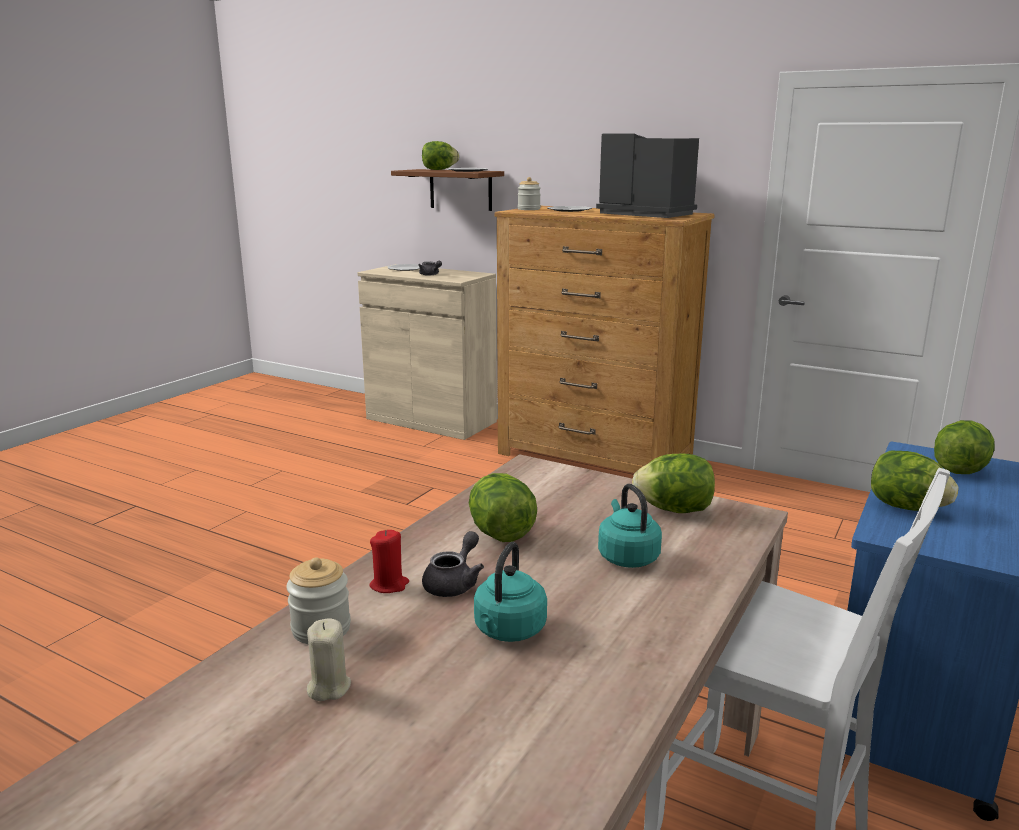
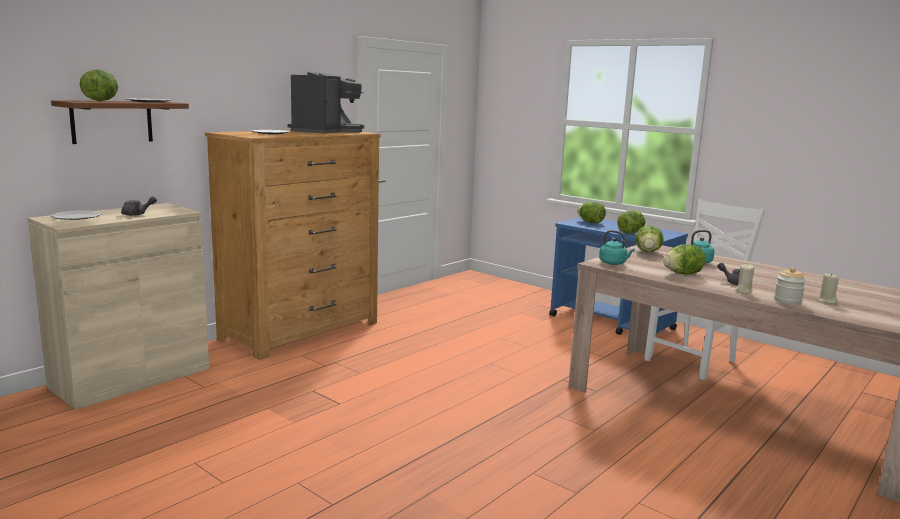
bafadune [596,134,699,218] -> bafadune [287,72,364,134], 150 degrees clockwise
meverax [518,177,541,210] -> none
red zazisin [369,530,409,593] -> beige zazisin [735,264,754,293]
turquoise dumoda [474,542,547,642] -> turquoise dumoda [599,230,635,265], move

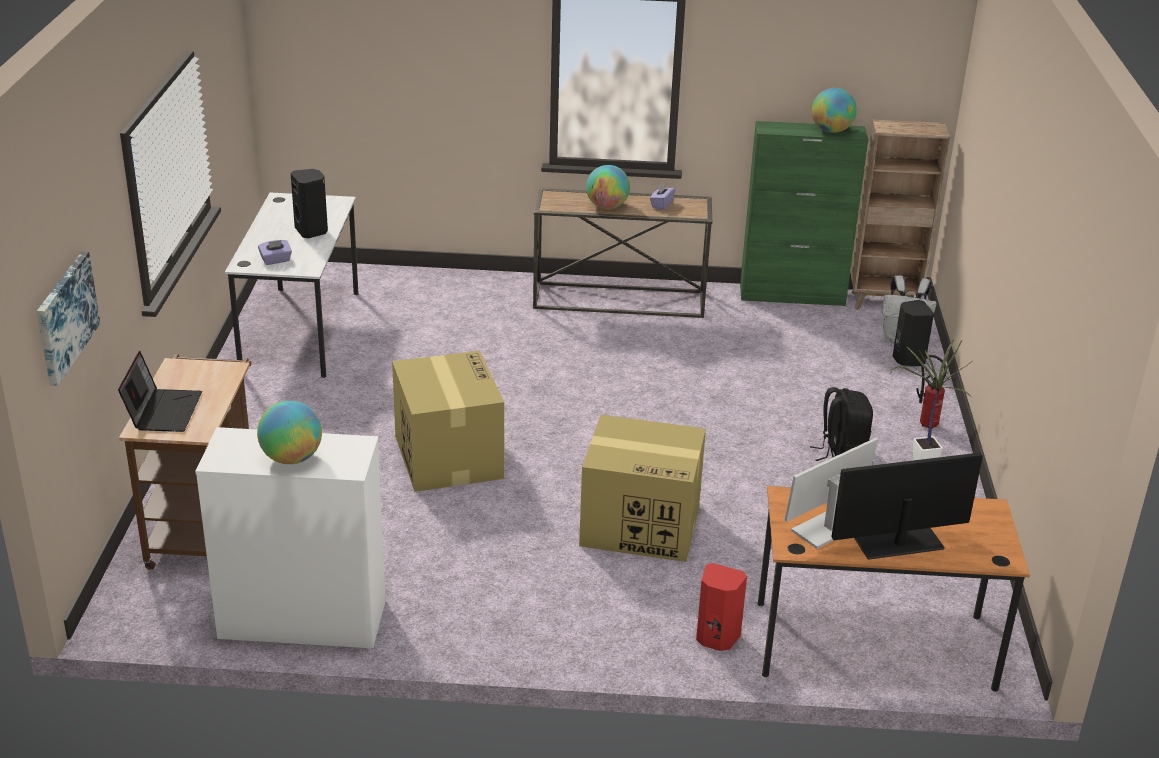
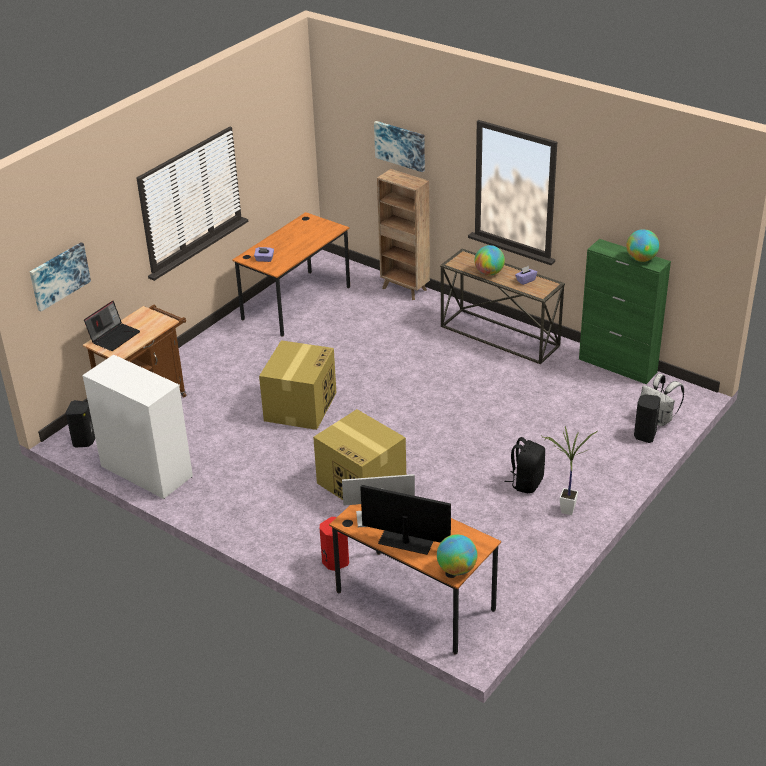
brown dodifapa [851,120,950,310] -> brown dodifapa [377,169,430,300], move
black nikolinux [291,169,328,238] -> black nikolinux [66,400,95,448], move
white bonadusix [225,193,359,378] -> orange bonadusix [232,212,350,337]
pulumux [917,355,947,428] -> none
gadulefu [257,401,322,464] -> gadulefu [437,534,477,576], move
none -> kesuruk [374,121,425,172]

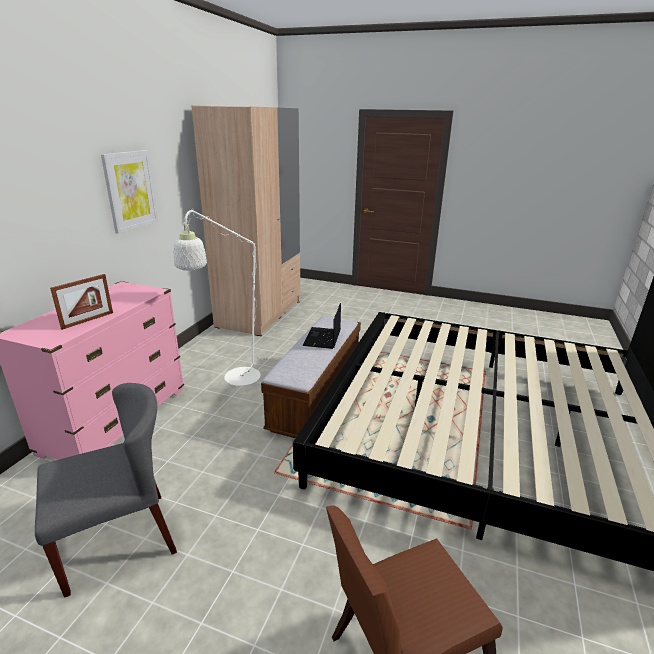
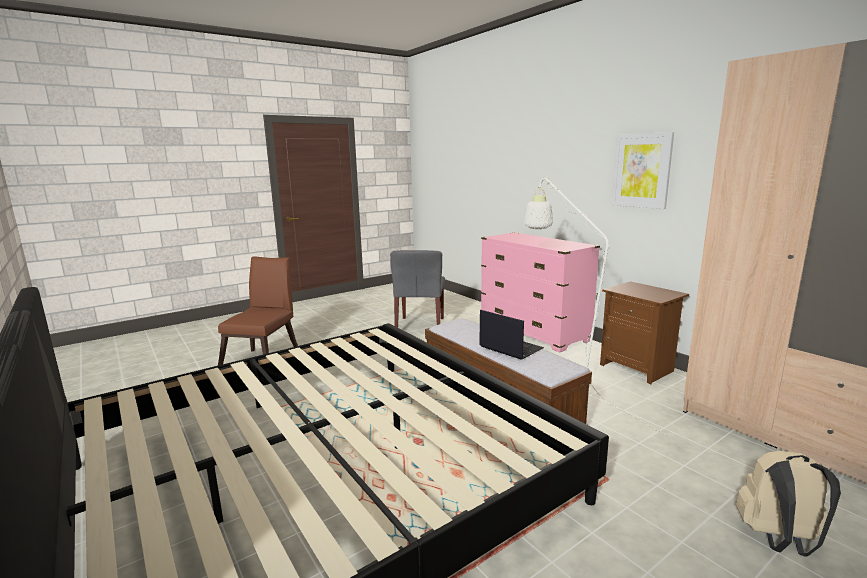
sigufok [50,274,113,330] -> none
none -> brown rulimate [600,282,689,384]
none -> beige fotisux [736,451,841,556]

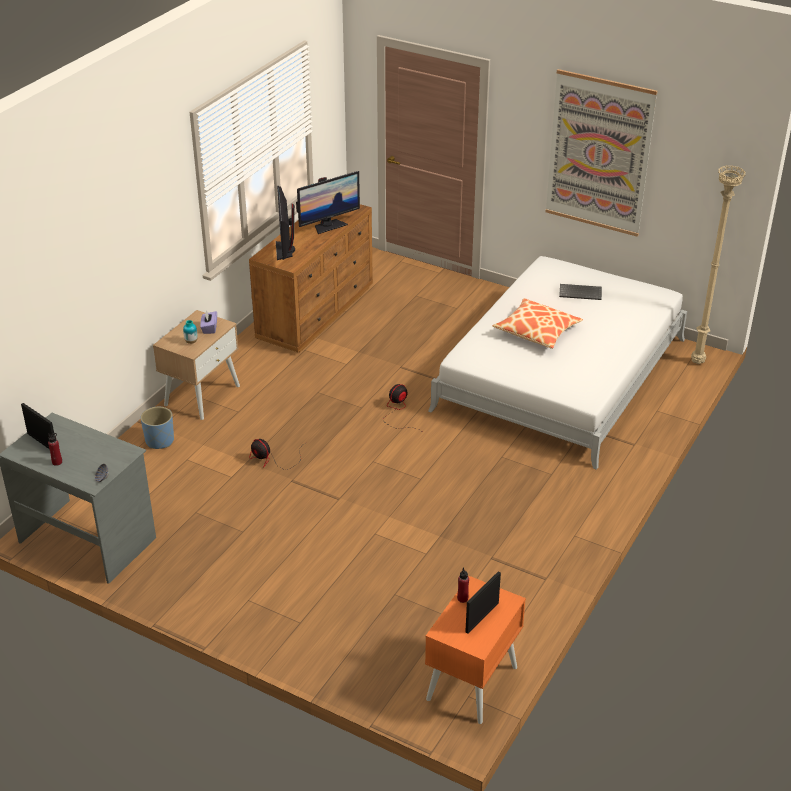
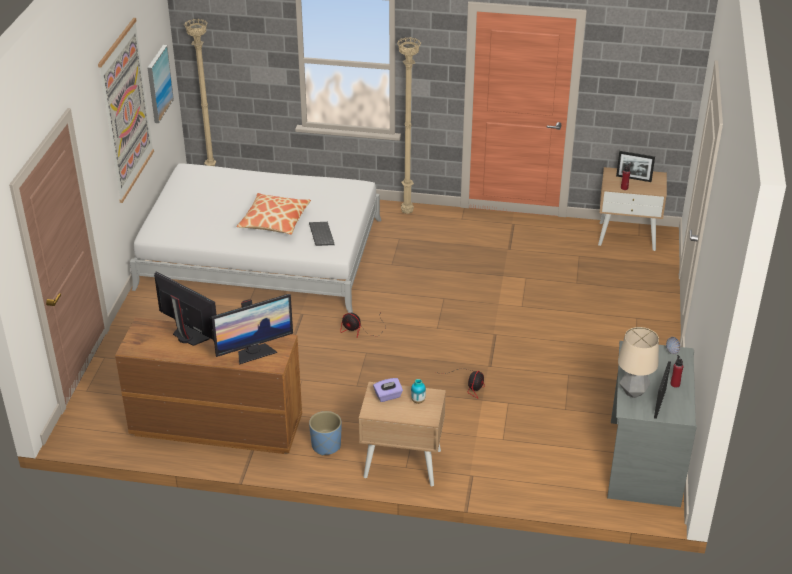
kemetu [559,284,602,300] -> kemetu [309,222,335,246], move
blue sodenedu [141,407,174,449] -> blue sodenedu [309,411,341,456], move
orange rulimate [425,576,526,724] -> beige rulimate [598,167,667,251]
none -> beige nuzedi [397,37,421,214]
none -> kesuruk [147,45,174,123]
none -> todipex [618,327,659,398]

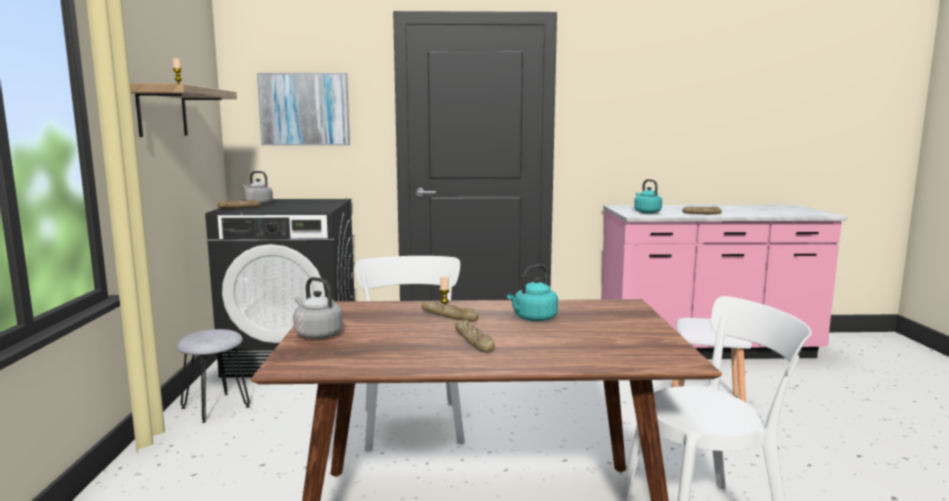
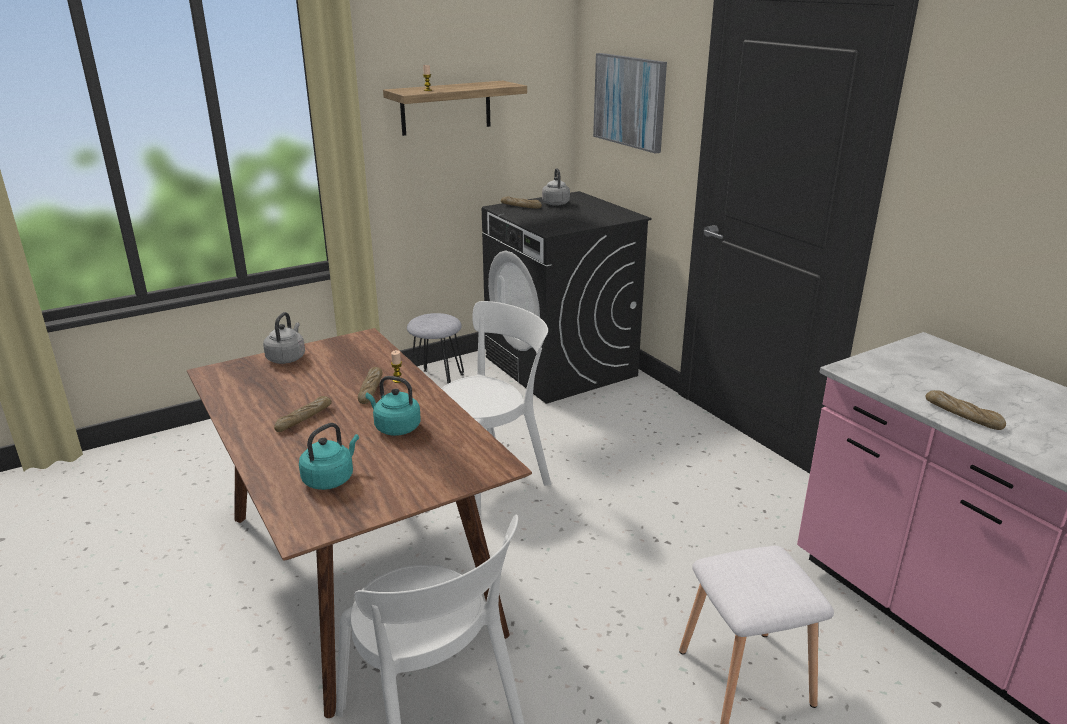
turquoise dumoda [634,179,662,214] -> turquoise dumoda [299,423,359,490], move

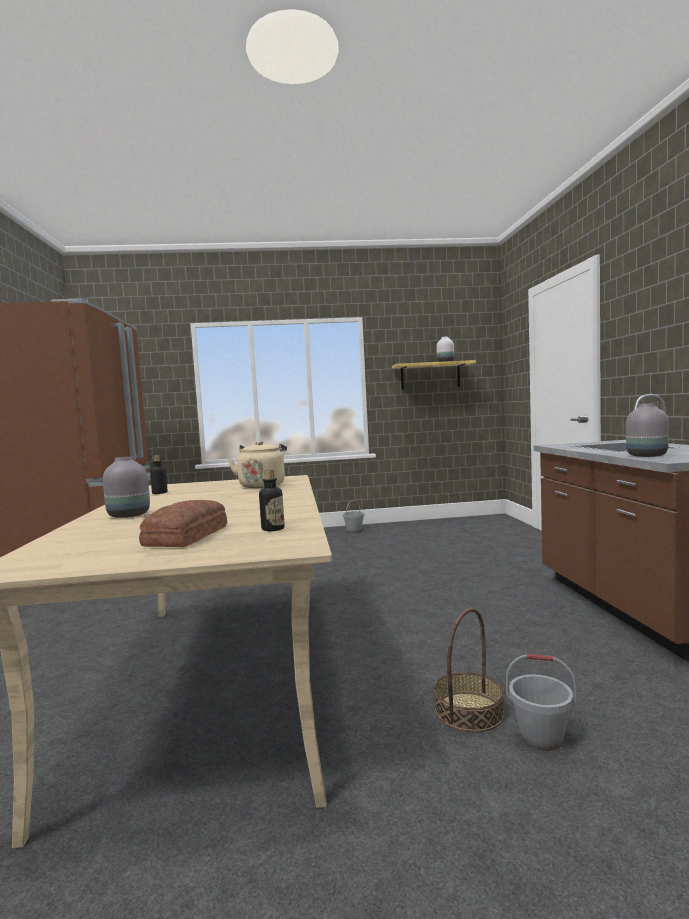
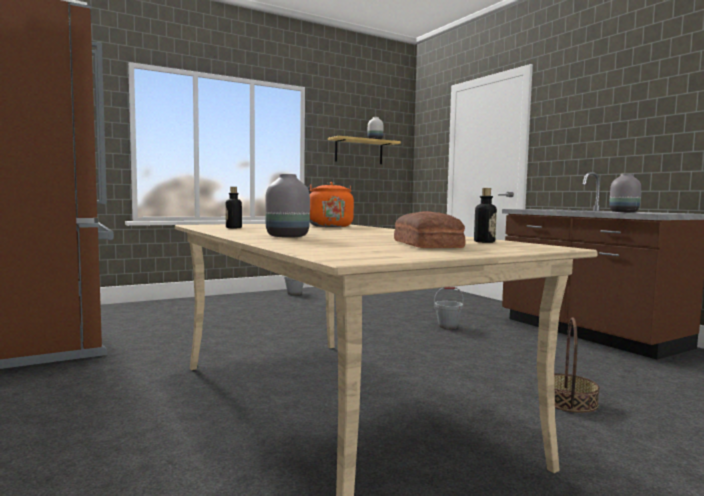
beige dumoda [228,441,287,488] -> orange dumoda [308,182,354,227]
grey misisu [506,654,576,751] -> grey misisu [434,287,464,329], move

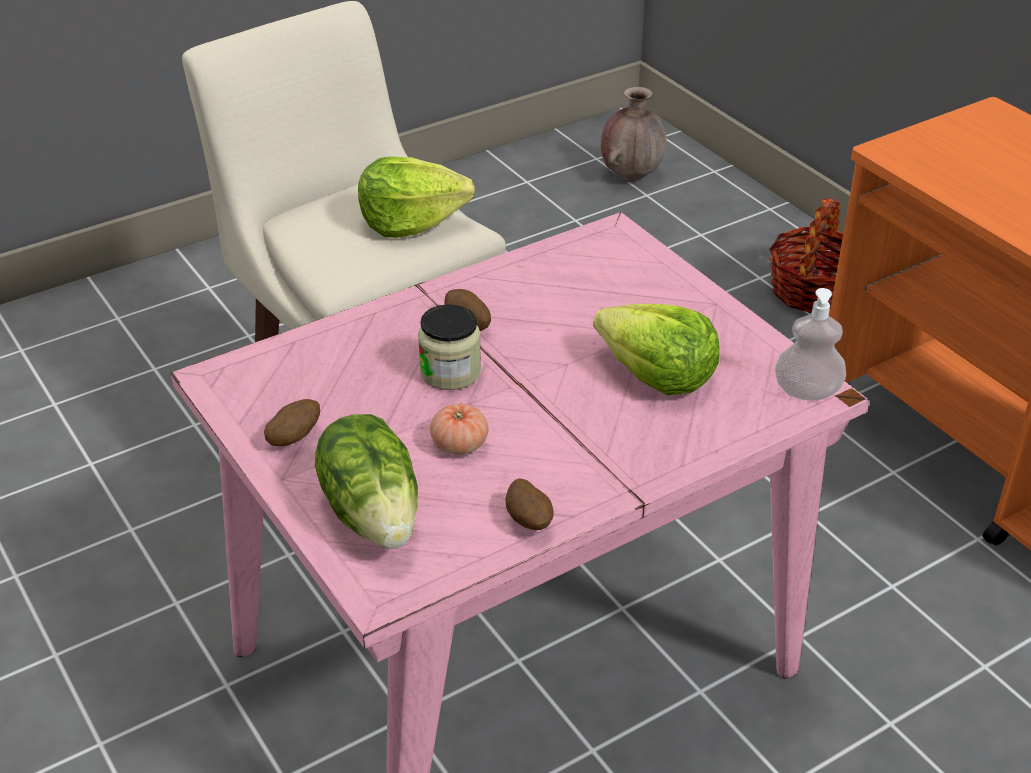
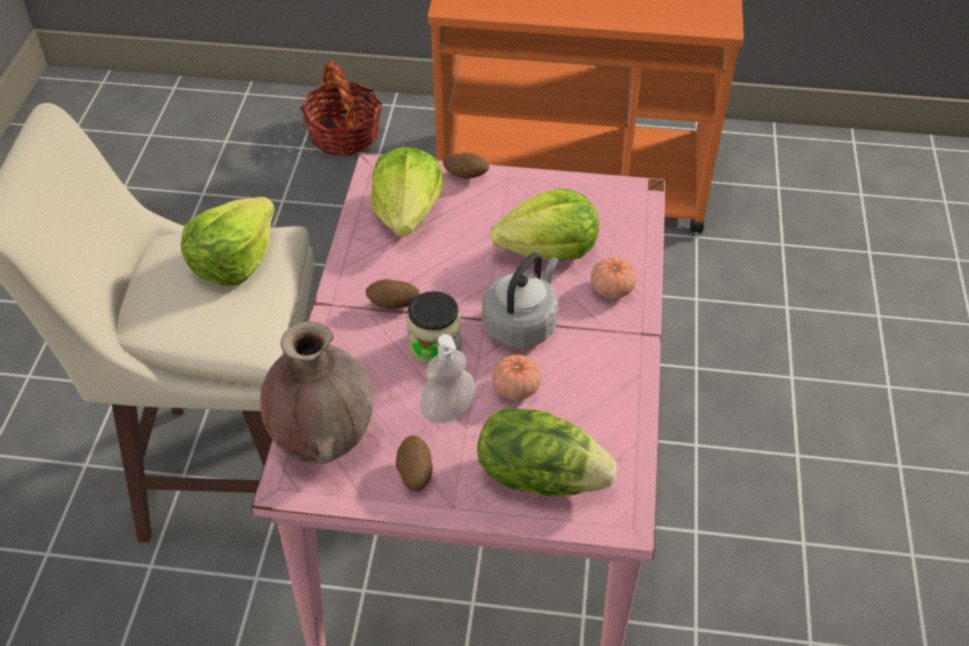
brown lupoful [601,87,667,182] -> brown lupoful [260,321,373,464], move
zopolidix [775,288,846,400] -> zopolidix [419,334,475,423], move
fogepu [505,478,553,530] -> fogepu [443,153,489,179], move
none -> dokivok [371,147,443,236]
none -> grey dumoda [482,253,558,348]
none -> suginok [591,257,636,299]

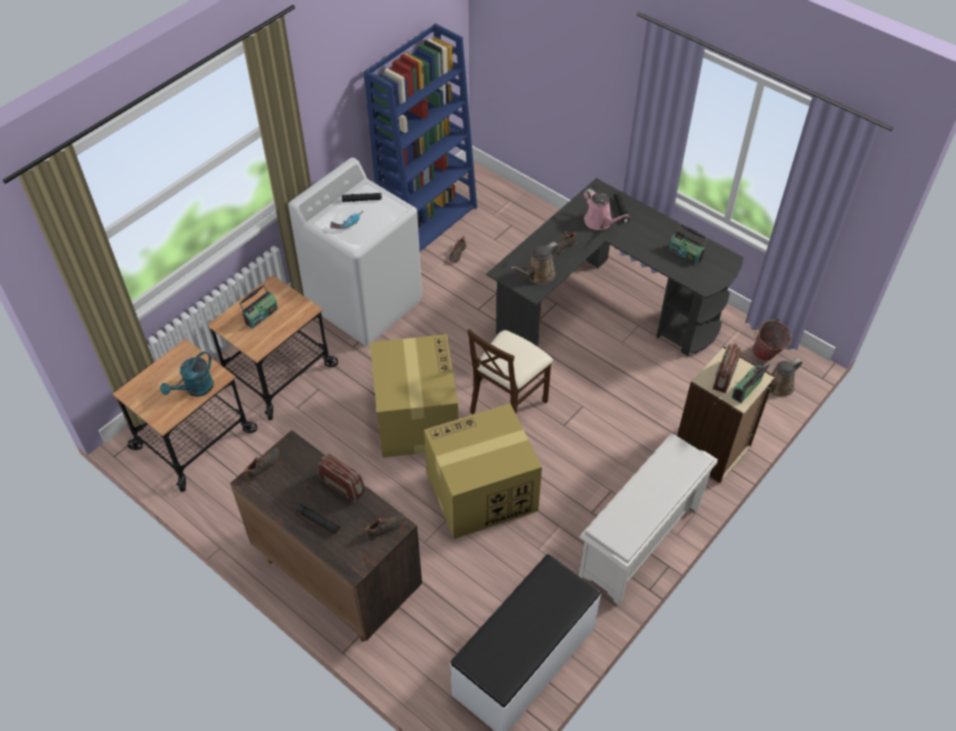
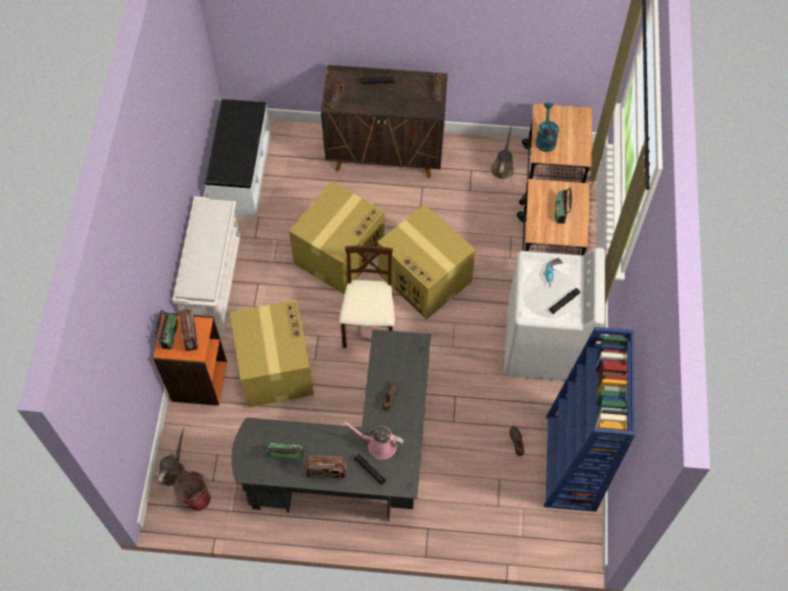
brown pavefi [510,242,559,284] -> brown pavefi [491,127,514,179], move
beige dodifapa [677,346,776,483] -> orange dodifapa [153,313,227,406]
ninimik [318,453,365,502] -> ninimik [305,456,347,478], move
none -> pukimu [230,300,314,407]

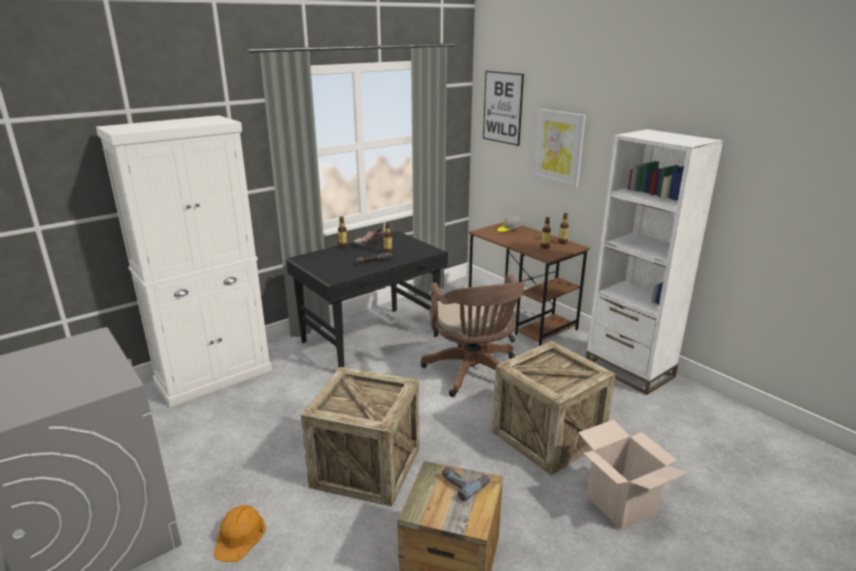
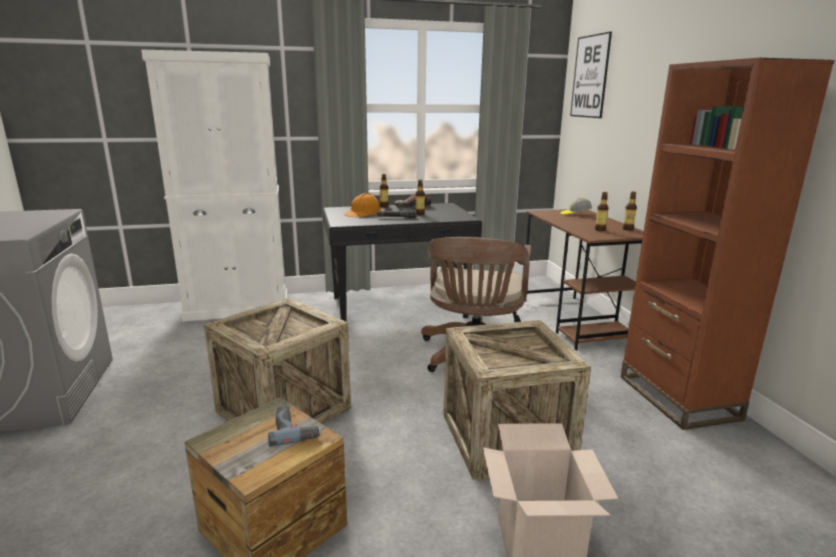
kesuruk [533,109,586,187] -> none
white dodifapa [586,129,724,395] -> brown dodifapa [621,58,835,430]
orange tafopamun [213,505,266,562] -> orange tafopamun [344,193,382,217], move

